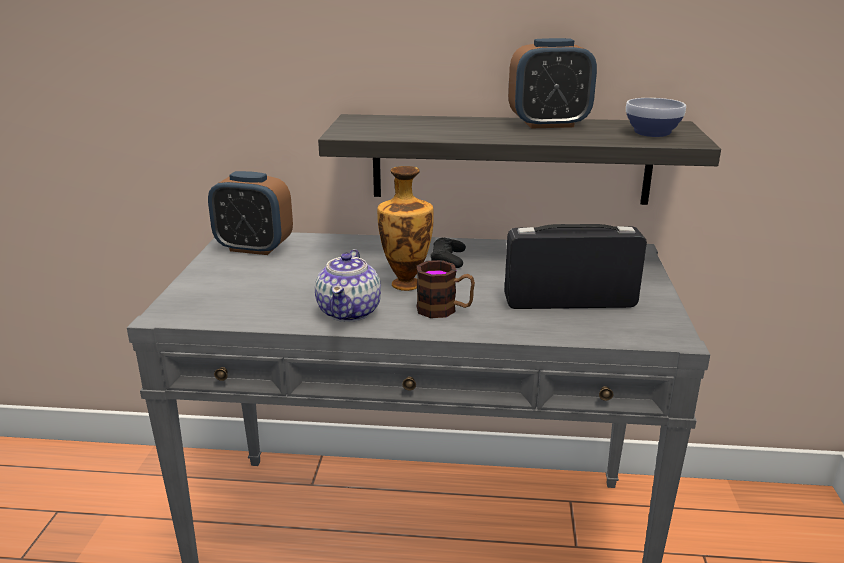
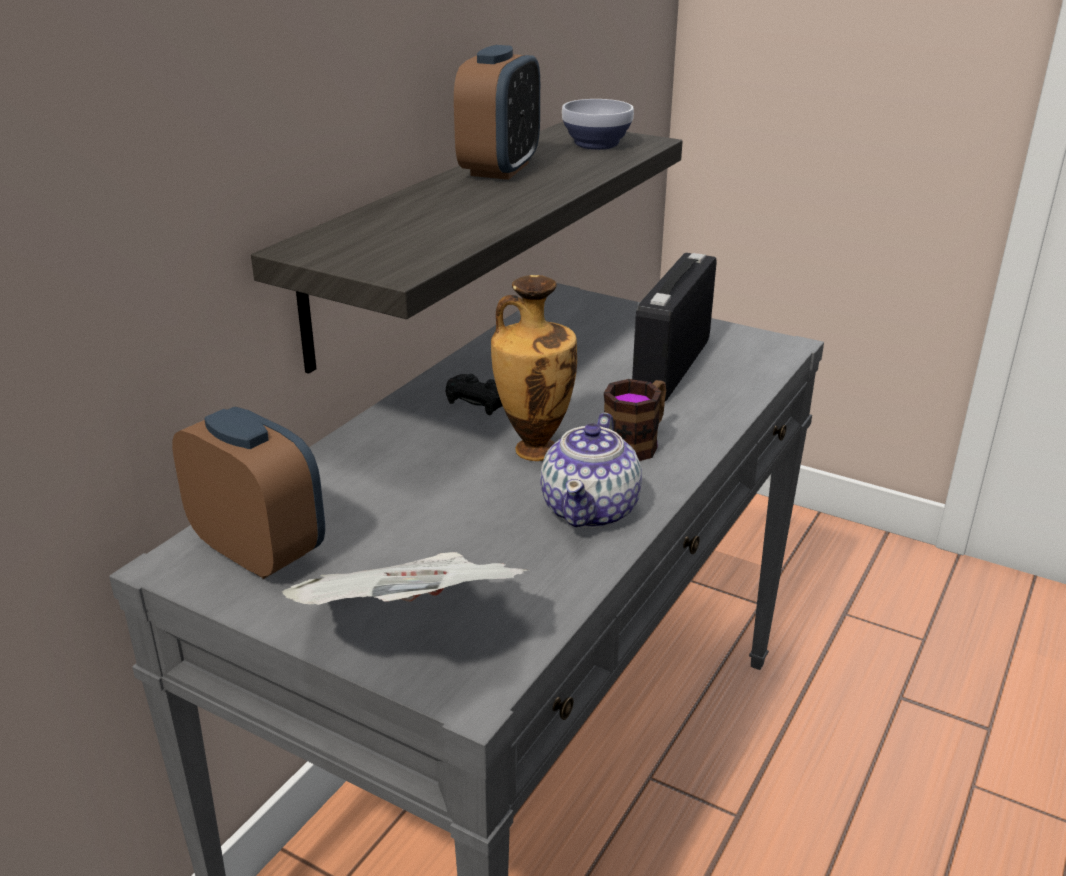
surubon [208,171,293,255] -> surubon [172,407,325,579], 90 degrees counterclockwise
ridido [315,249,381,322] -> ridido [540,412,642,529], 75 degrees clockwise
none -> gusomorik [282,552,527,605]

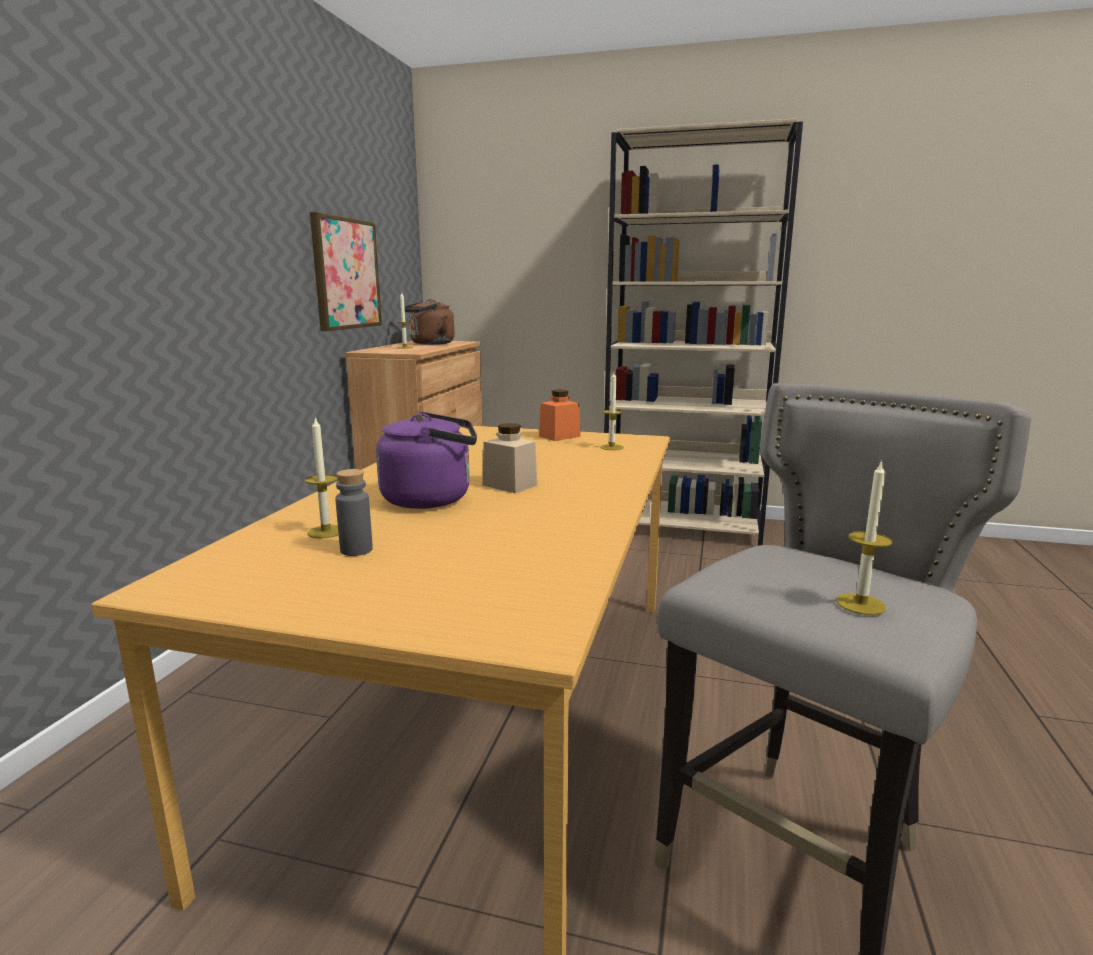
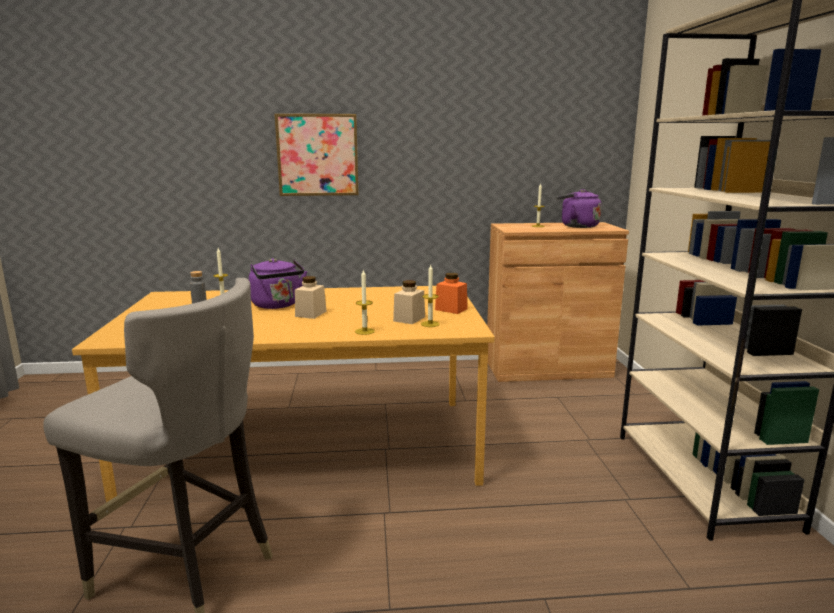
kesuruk [310,212,382,331] -> kesuruk [275,114,359,196], move
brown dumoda [400,299,455,345] -> purple dumoda [557,189,602,228]
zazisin [836,460,893,615] -> zazisin [355,270,375,335], move
none -> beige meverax [393,280,425,324]

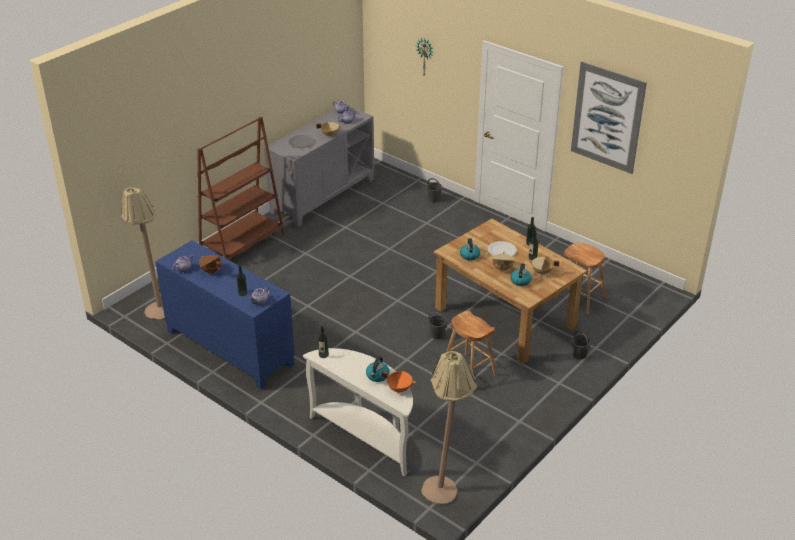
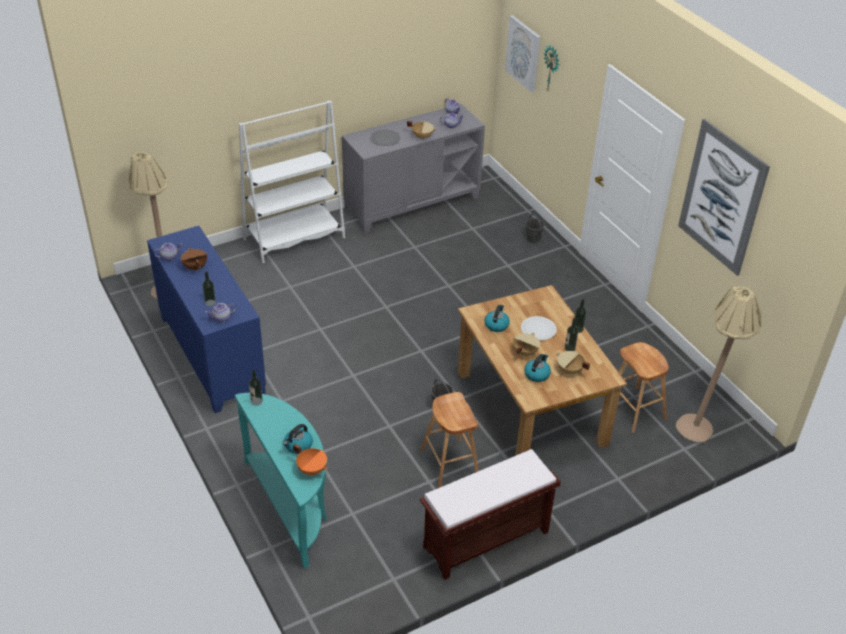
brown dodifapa [197,117,285,260] -> white dodifapa [239,101,345,263]
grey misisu [572,330,591,359] -> none
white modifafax [303,348,413,476] -> turquoise modifafax [235,393,327,568]
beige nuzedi [422,351,477,504] -> beige nuzedi [676,286,761,442], move
none -> kesuruk [505,15,541,93]
none -> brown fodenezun [420,449,561,580]

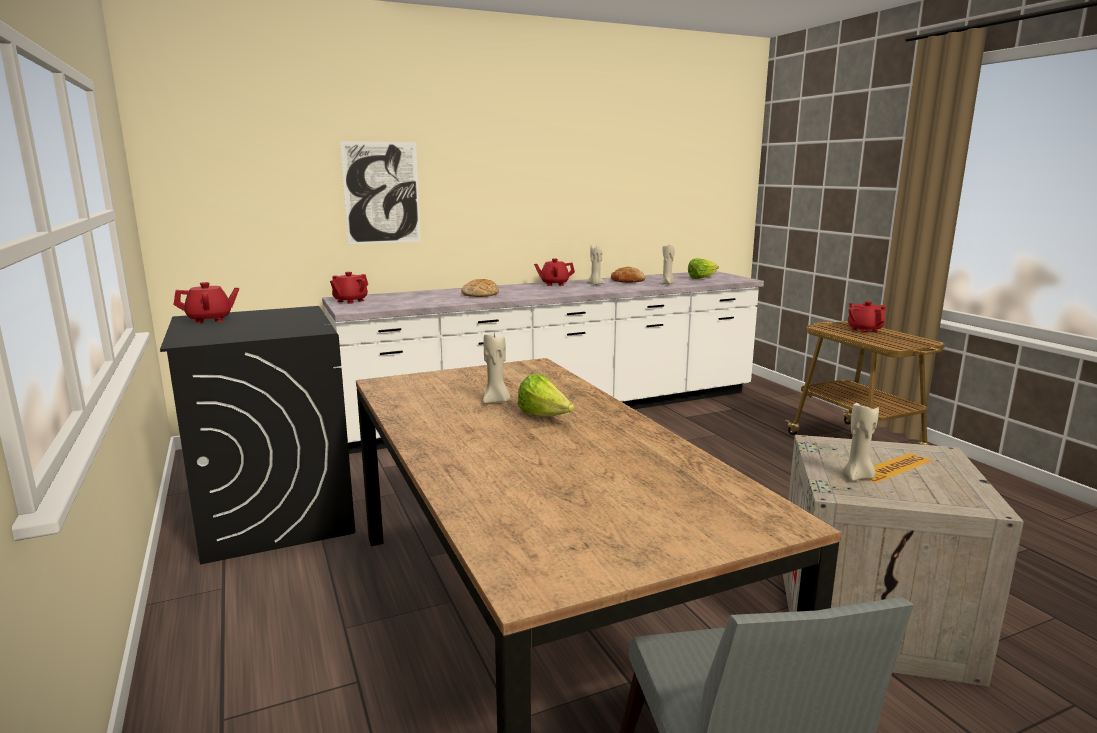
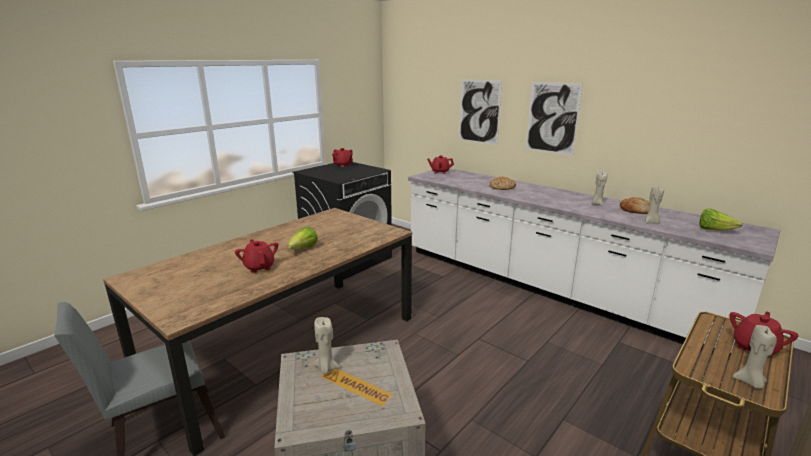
red ridido [534,258,575,286] -> red ridido [235,239,278,273], move
beige zazisin [483,331,510,403] -> beige zazisin [733,325,777,389], move
none -> kesuruk [526,82,583,155]

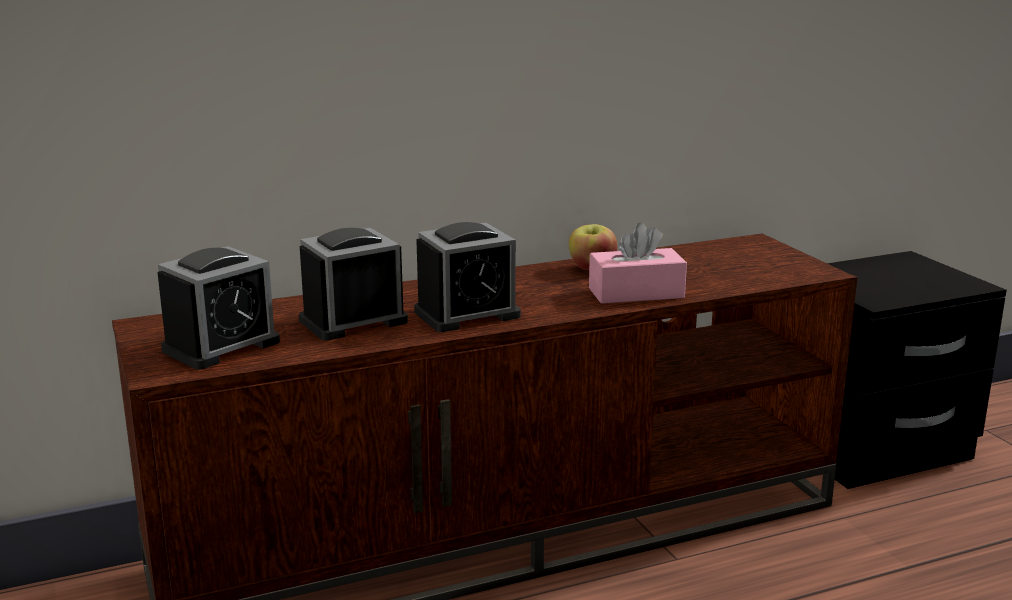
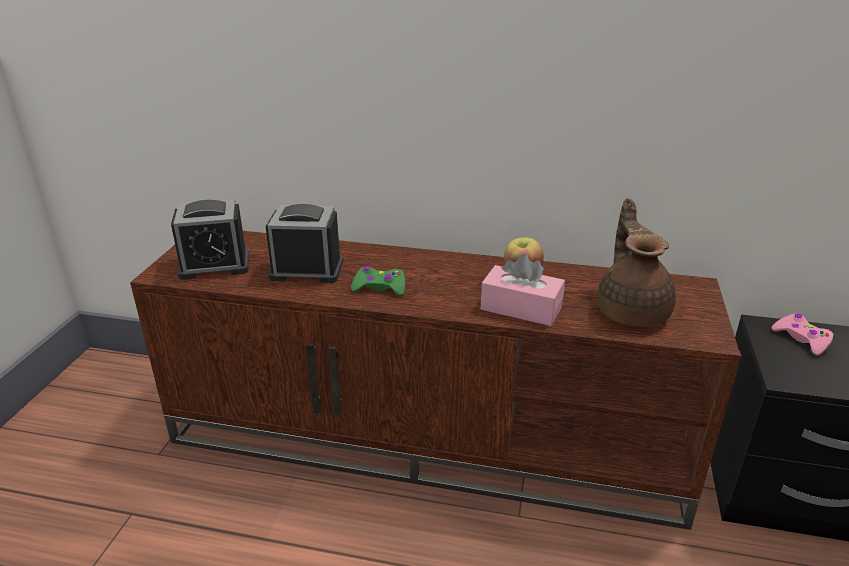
surubon [414,222,521,332] -> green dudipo [351,266,405,296]
none -> brown ridido [597,198,676,327]
none -> pink dudipo [772,313,834,356]

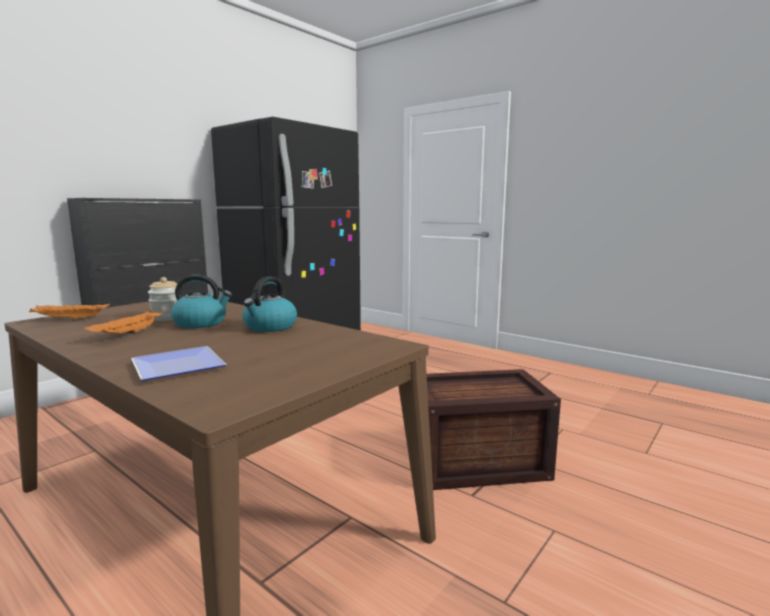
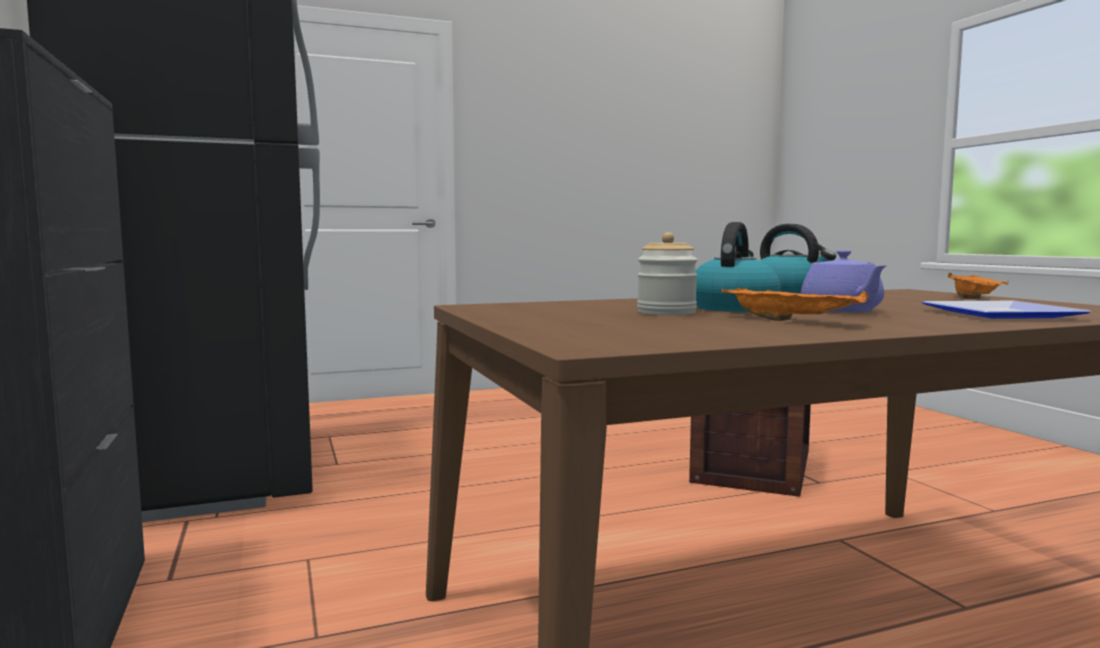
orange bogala [29,302,110,321] -> orange bogala [948,273,1008,299], move
none -> purple ridido [801,250,886,312]

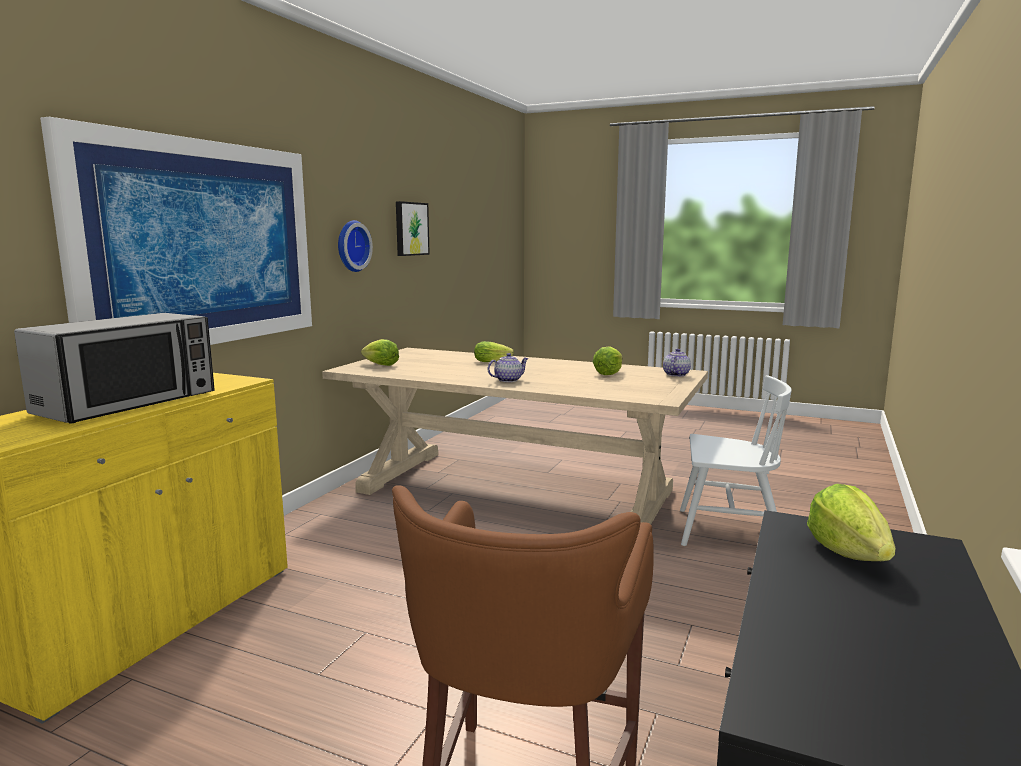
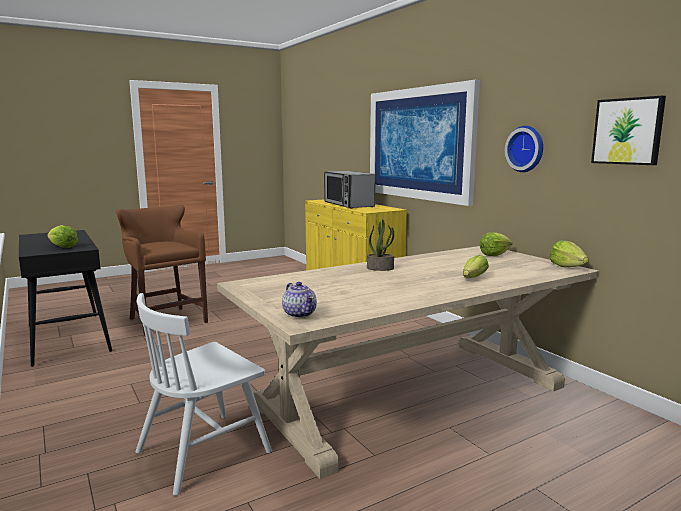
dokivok [593,346,623,375] -> dokivok [550,240,589,267], move
ridido [488,353,529,382] -> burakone [367,219,394,271]

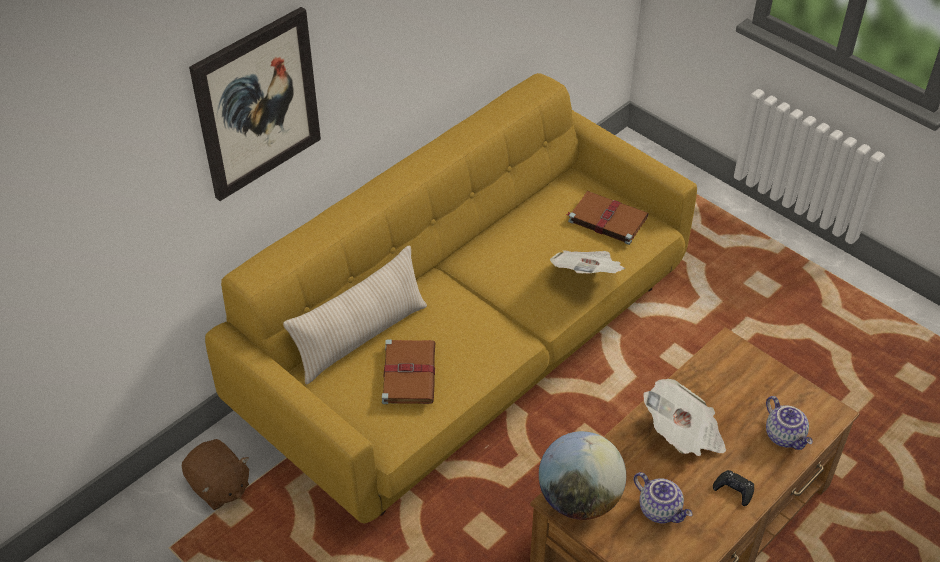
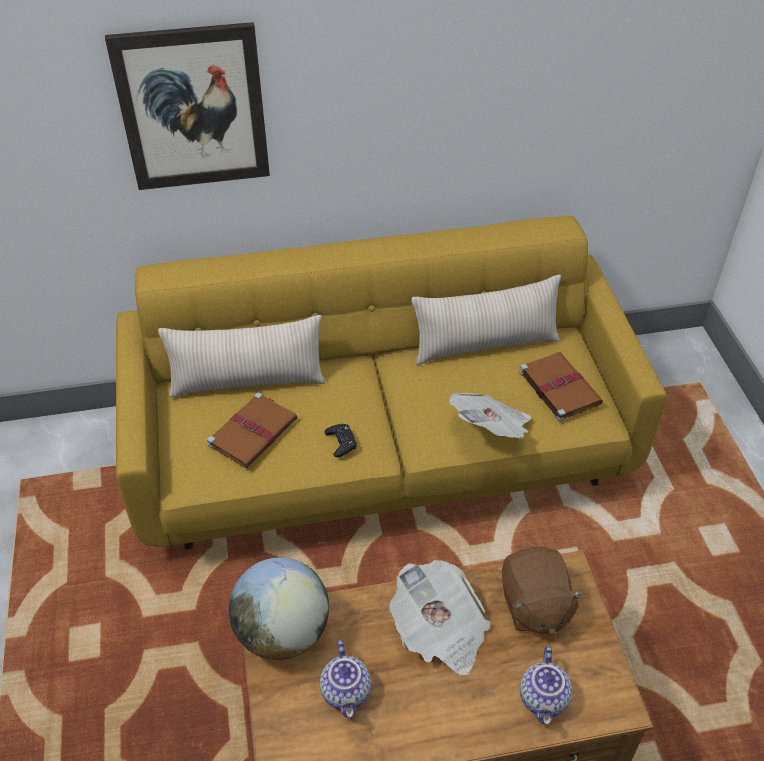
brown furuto [182,439,249,510] -> brown furuto [502,547,585,636], move
black dudipo [713,470,754,506] -> black dudipo [324,424,357,457], move
none -> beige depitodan [411,275,561,365]

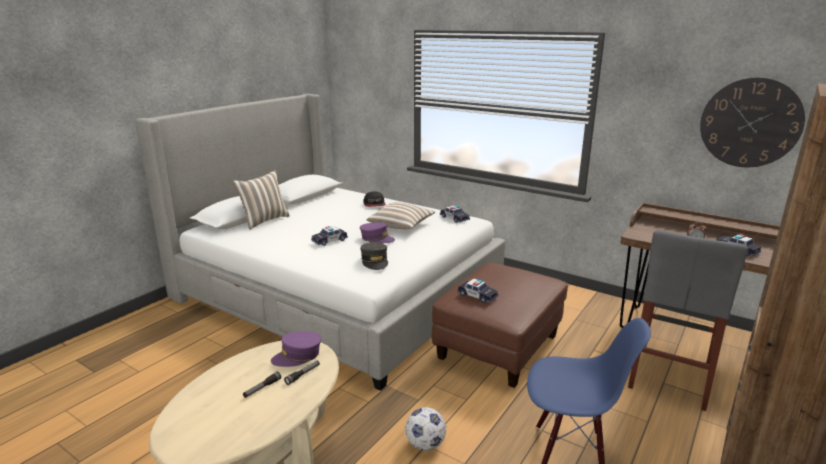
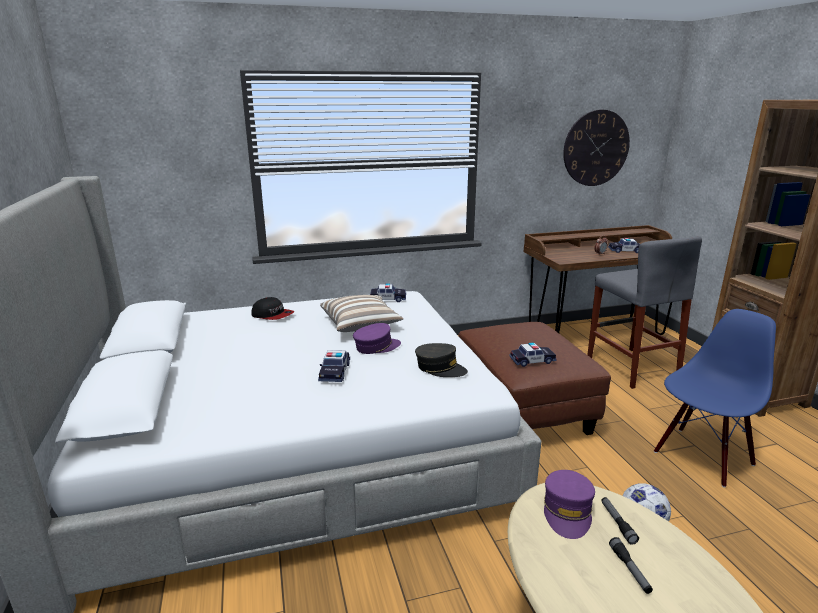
depitodan [232,170,290,230] -> none

